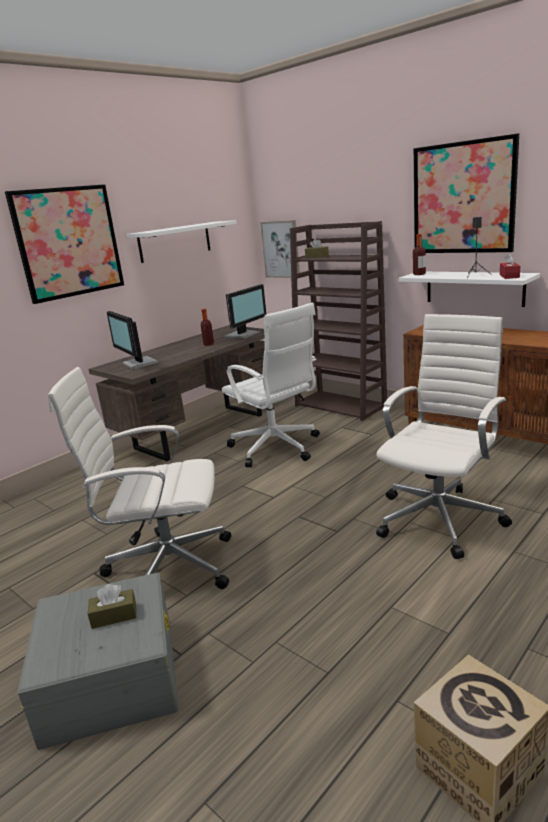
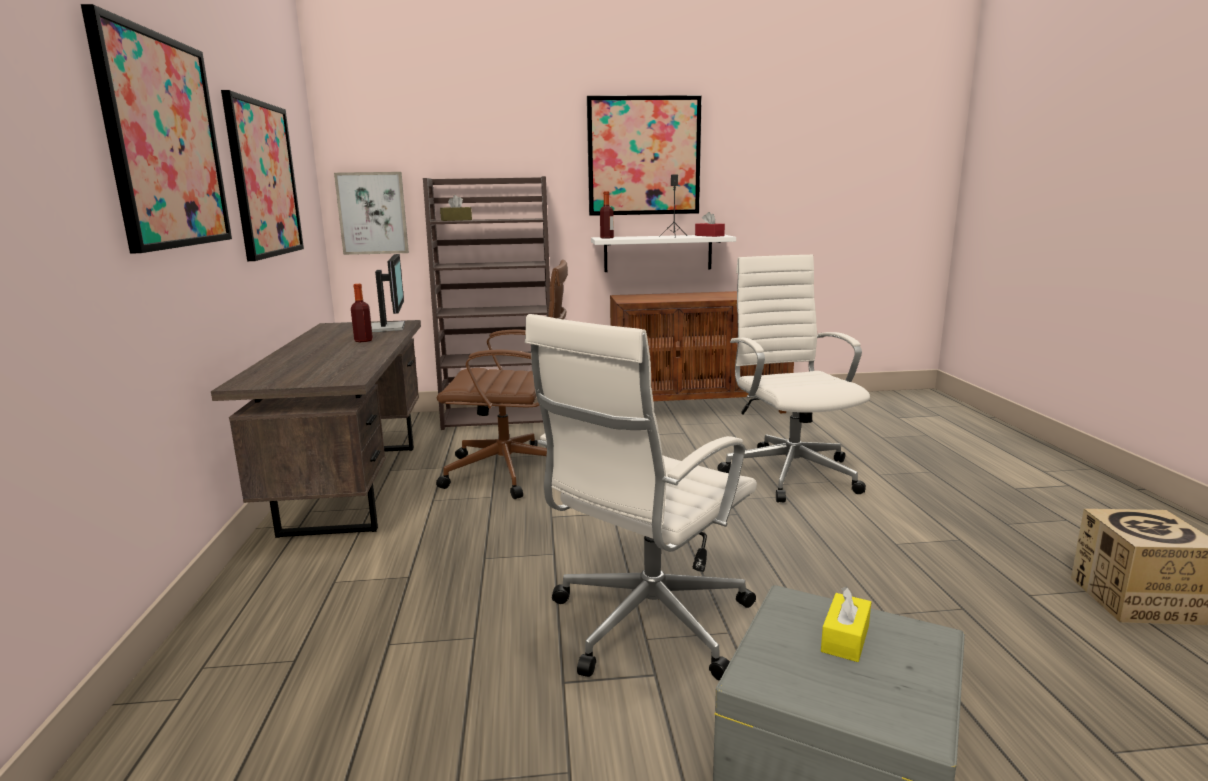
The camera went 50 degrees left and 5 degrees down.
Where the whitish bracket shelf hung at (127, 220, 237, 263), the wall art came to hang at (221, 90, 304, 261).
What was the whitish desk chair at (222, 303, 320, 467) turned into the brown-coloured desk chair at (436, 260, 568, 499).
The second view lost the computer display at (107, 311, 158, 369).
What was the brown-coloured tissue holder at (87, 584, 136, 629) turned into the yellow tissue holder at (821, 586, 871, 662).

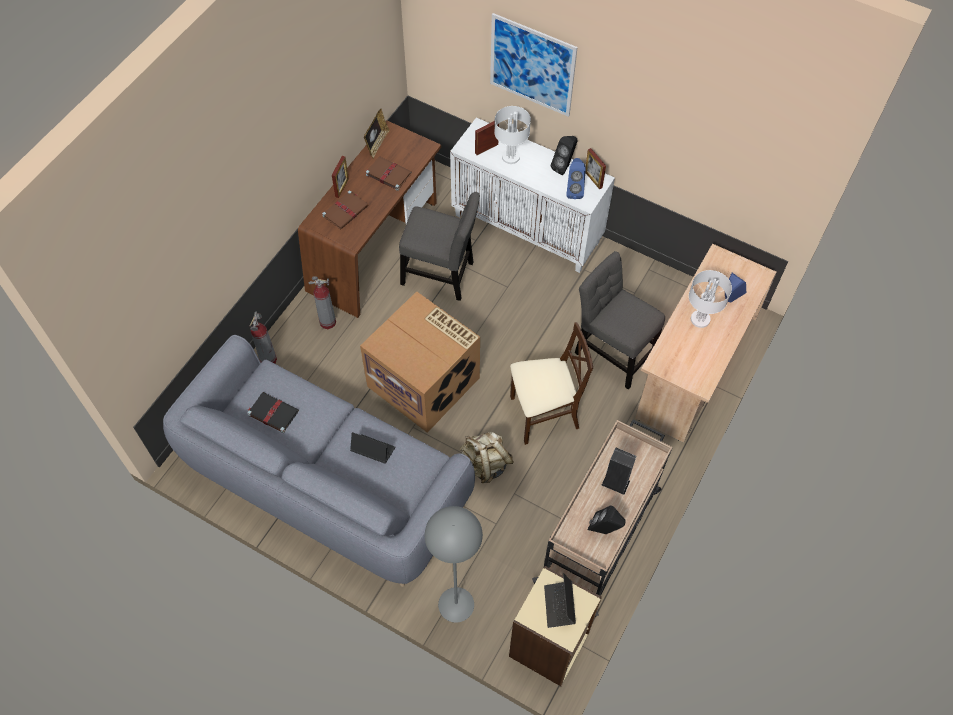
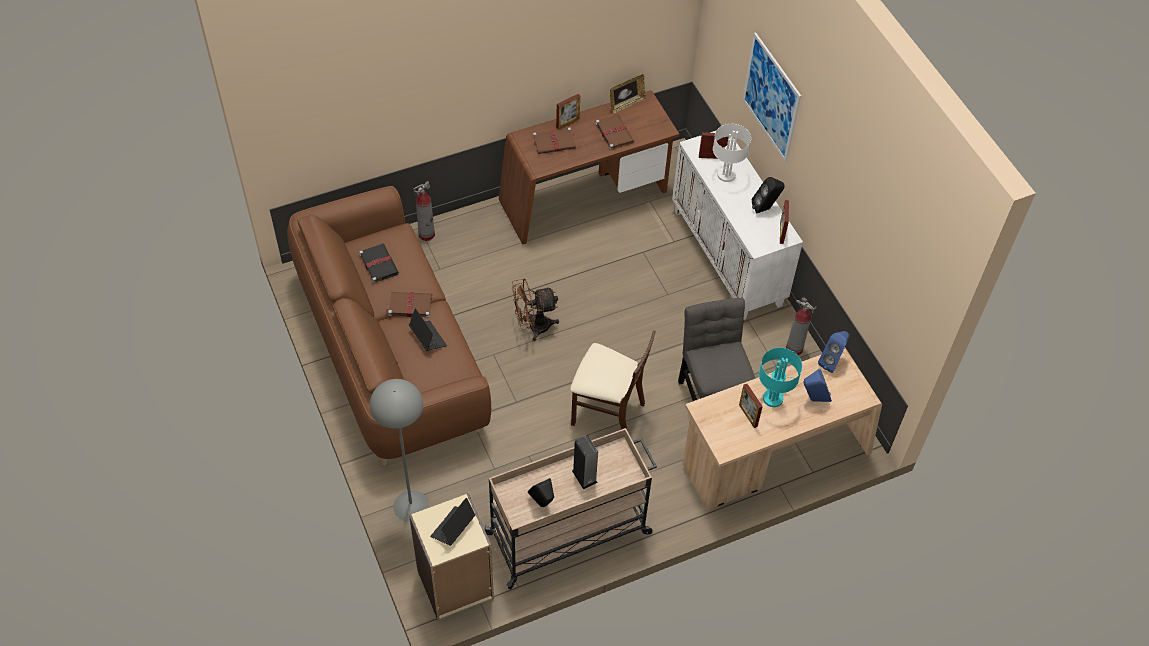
The camera went 35 degrees right and 5 degrees down.
The blue-coloured loudspeaker ended up elsewhere, having gone from (566, 158, 586, 199) to (818, 331, 850, 373).
The second view lost the greyish chair at (399, 192, 480, 301).
What was the whitish tabletop lamp at (689, 270, 732, 328) turned into the turquoise tabletop lamp at (759, 348, 802, 407).
The fire-fighting cylinder ended up elsewhere, having gone from (309, 276, 336, 329) to (786, 297, 816, 355).
Where the cardboard box stood at (360, 292, 480, 433), the brown-coloured electric fan came to stand at (512, 278, 559, 341).
What was the greyish sofa at (163, 335, 475, 587) turned into the brown-coloured sofa at (287, 186, 491, 466).
The second view lost the beige backpack at (460, 432, 514, 483).
The second view gained the brown-coloured bound book at (385, 292, 432, 318).
The second view gained the photo frame at (739, 384, 763, 428).

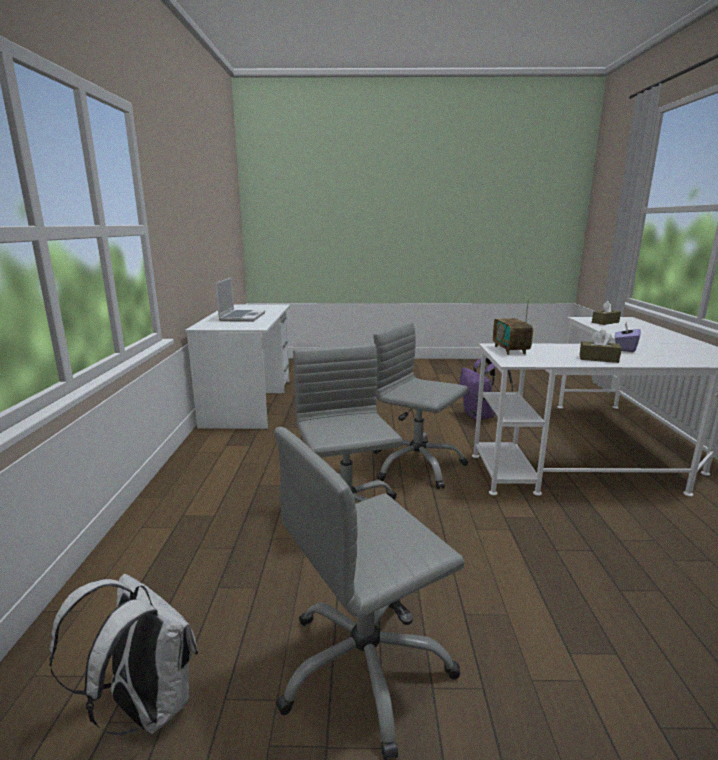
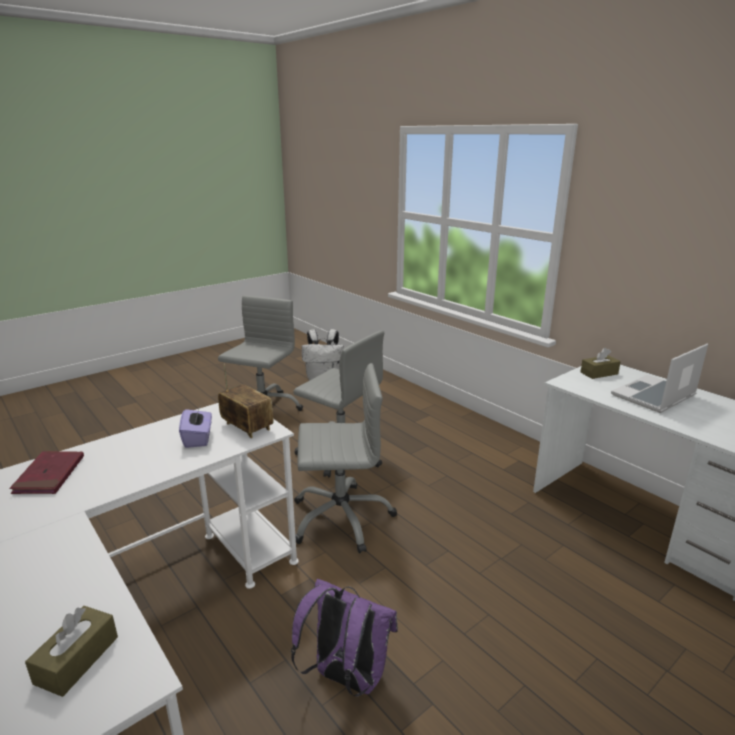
The camera went 140 degrees right and 5 degrees up.
The portable computer at (216, 277, 265, 322) ended up facing another way, 90 degrees clockwise from before.
The purplish tissue holder ended up elsewhere, having gone from (615, 322, 641, 352) to (179, 404, 212, 448).
The brown-coloured tissue holder ended up elsewhere, having gone from (579, 330, 622, 363) to (580, 348, 621, 379).
The second view gained the reddish bound book at (9, 451, 84, 494).

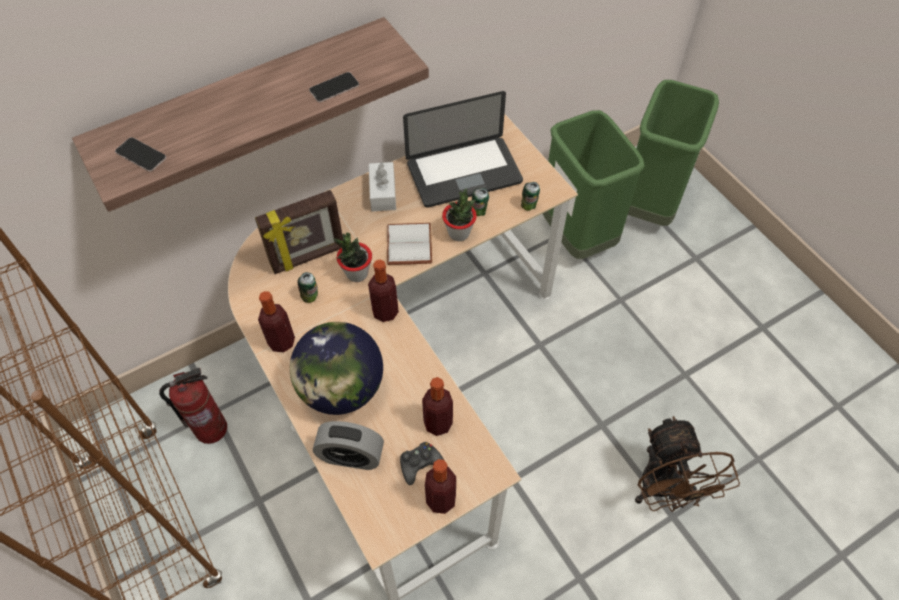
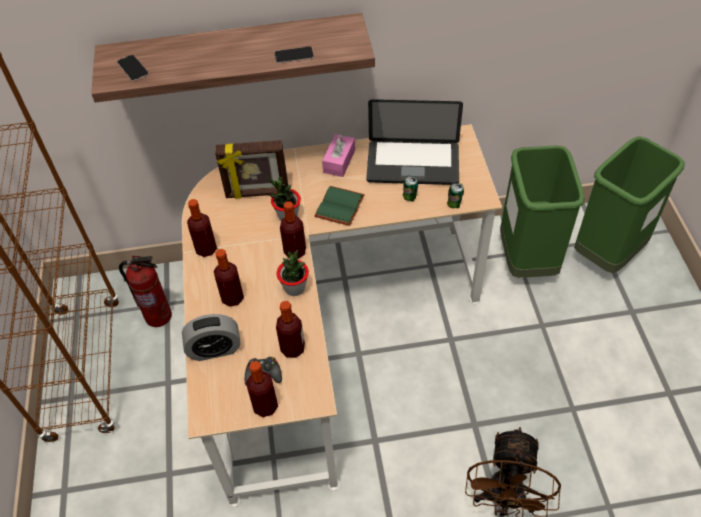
The camera went 25 degrees right and 5 degrees down.
What was the whitish tissue holder at (369, 162, 396, 211) turned into the pink tissue holder at (322, 134, 355, 177).
The potted plant ended up elsewhere, having gone from (442, 188, 477, 241) to (277, 250, 309, 296).
What was the whitish bound book at (387, 223, 432, 265) turned into the greenish bound book at (315, 186, 365, 226).
The second view lost the metal can at (298, 272, 318, 303).
Where the globe stood at (290, 322, 383, 415), the bottle came to stand at (214, 249, 244, 307).
The bedside clock at (313, 421, 384, 470) ended up facing another way, 45 degrees counterclockwise from before.

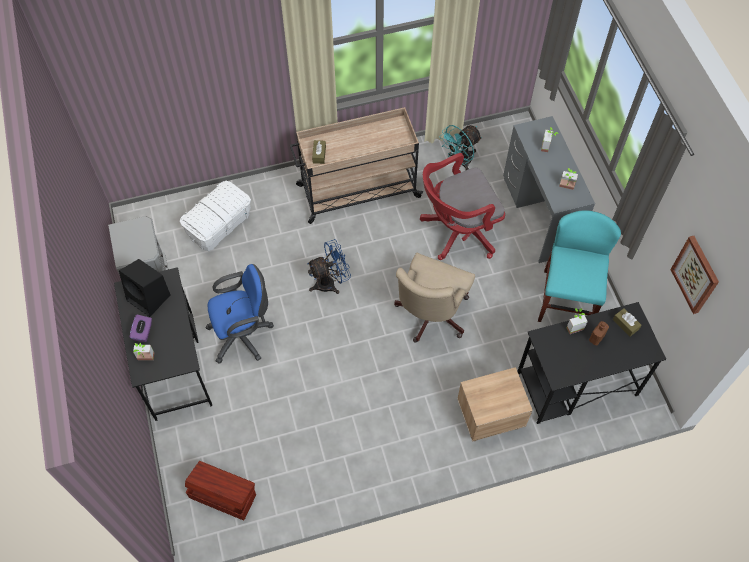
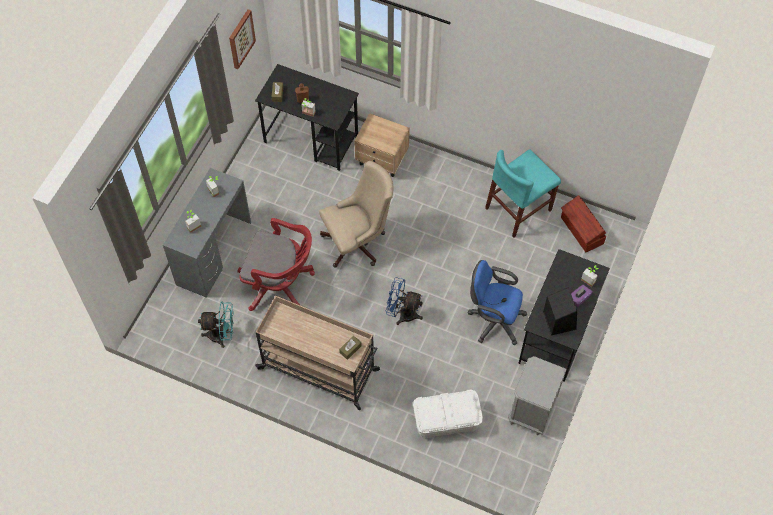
The camera went 140 degrees left and 0 degrees up.
The turquoise chair ended up elsewhere, having gone from (538, 210, 621, 322) to (485, 149, 561, 238).

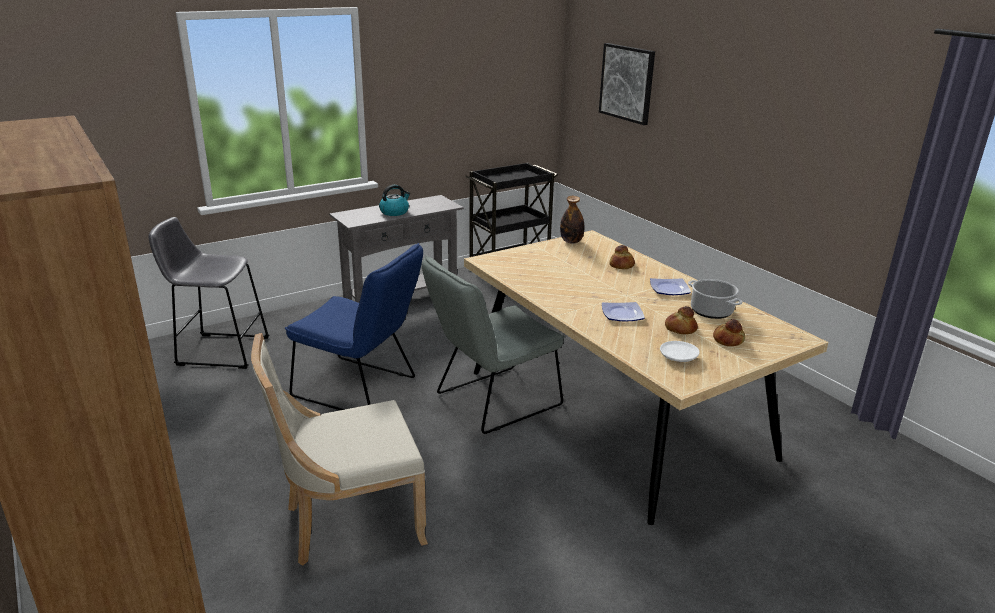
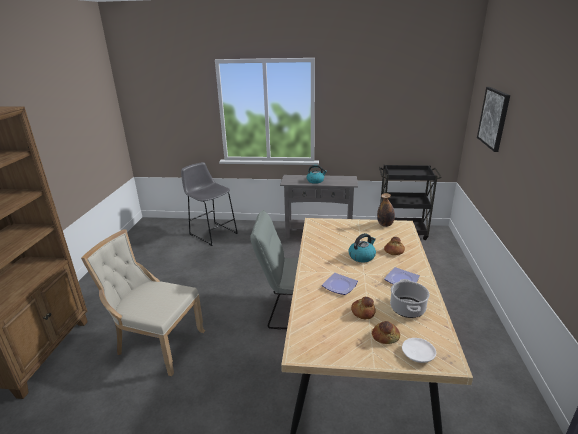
The camera went 40 degrees right and 0 degrees up.
The second view lost the blue-coloured chair at (285, 243, 423, 410).
The whitish plate ended up elsewhere, having gone from (660, 341, 700, 362) to (402, 338, 436, 363).
The second view gained the kettle at (349, 233, 376, 263).

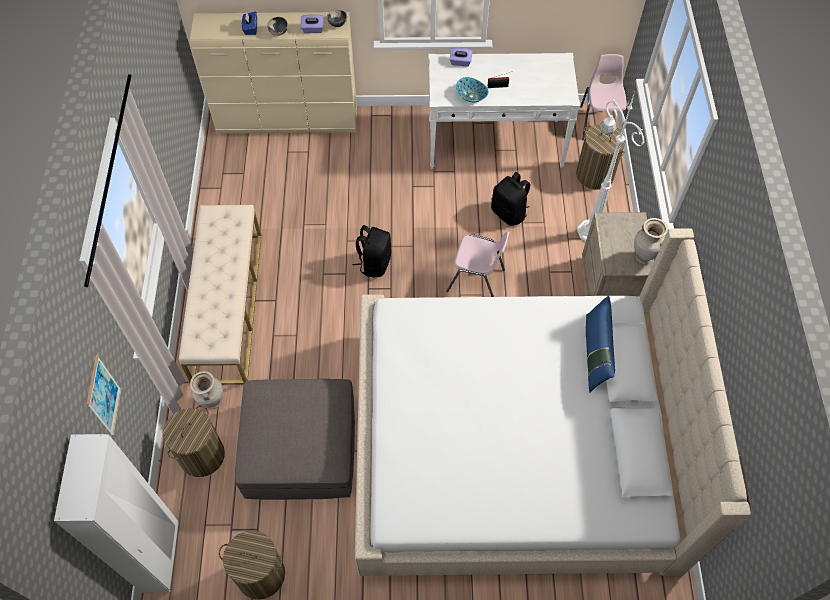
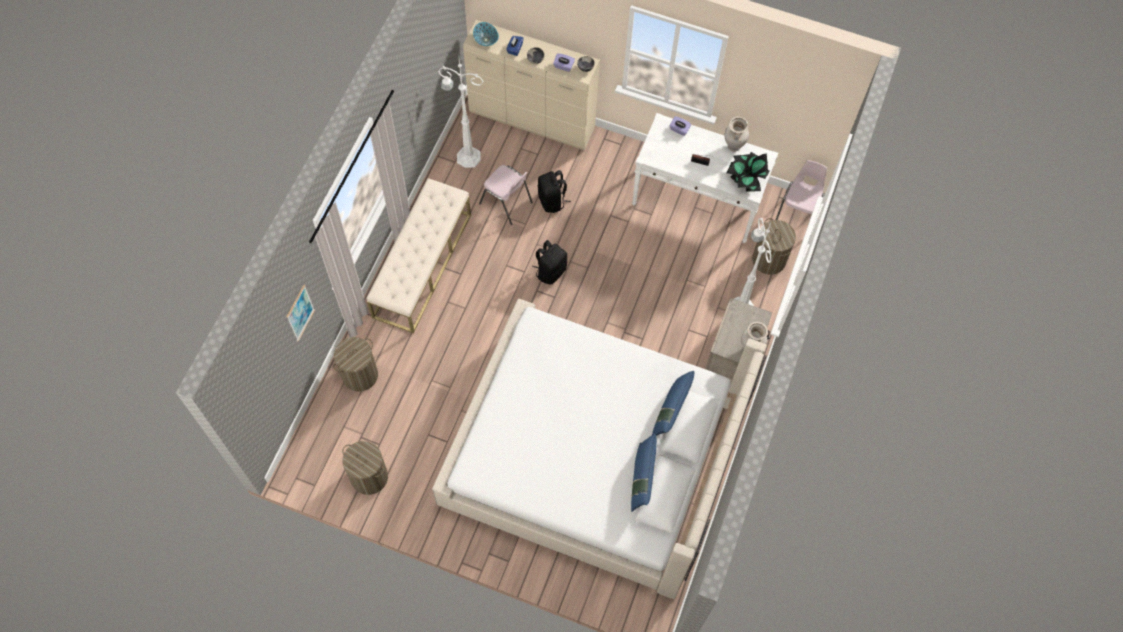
The camera went 20 degrees right and 5 degrees up.
The serving bowl ended up elsewhere, having gone from (456, 77, 489, 102) to (473, 22, 499, 46).
The black backpack ended up elsewhere, having gone from (491, 172, 530, 226) to (538, 170, 571, 213).
The pink chair ended up elsewhere, having gone from (446, 231, 509, 297) to (479, 165, 533, 225).
The beige flower vase ended up elsewhere, having gone from (190, 371, 223, 409) to (724, 117, 749, 152).
The second view lost the greyish footrest at (235, 379, 355, 500).
The second view lost the whitish clothes cupboard at (54, 434, 179, 593).
The second view gained the whitish standard lamp at (438, 58, 484, 168).
The second view gained the potted plant at (726, 152, 770, 192).
The second view gained the blue-coloured cushion at (631, 434, 657, 512).

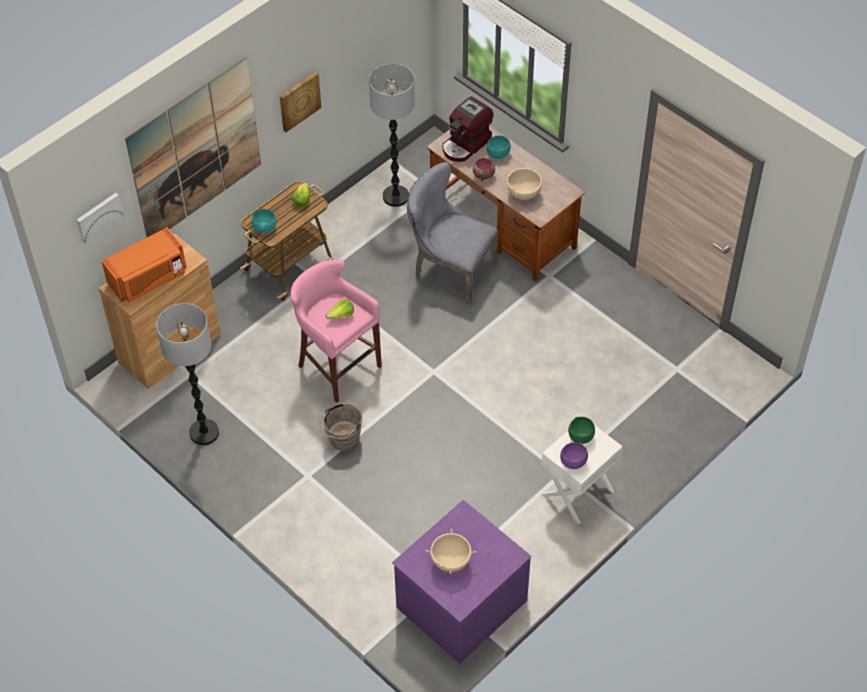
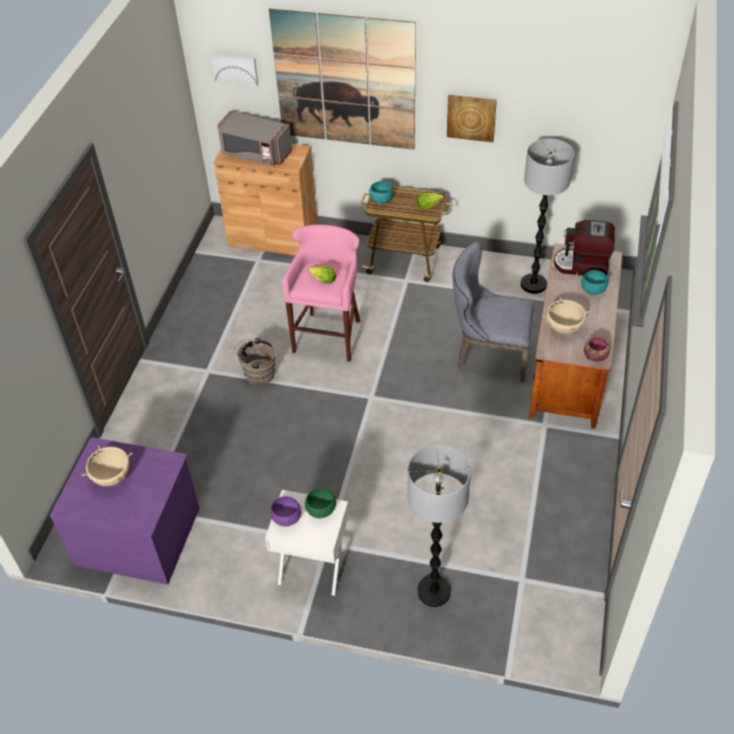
The camera went 60 degrees right and 5 degrees down.
The serving bowl ended up elsewhere, having gone from (473, 158, 495, 181) to (584, 337, 610, 362).
The greyish chair at (407, 162, 498, 304) ended up facing another way, 75 degrees counterclockwise from before.
What was the orange microwave oven at (101, 227, 186, 302) turned into the greyish microwave oven at (217, 111, 292, 166).
The standard lamp ended up elsewhere, having gone from (156, 303, 219, 445) to (408, 445, 471, 607).

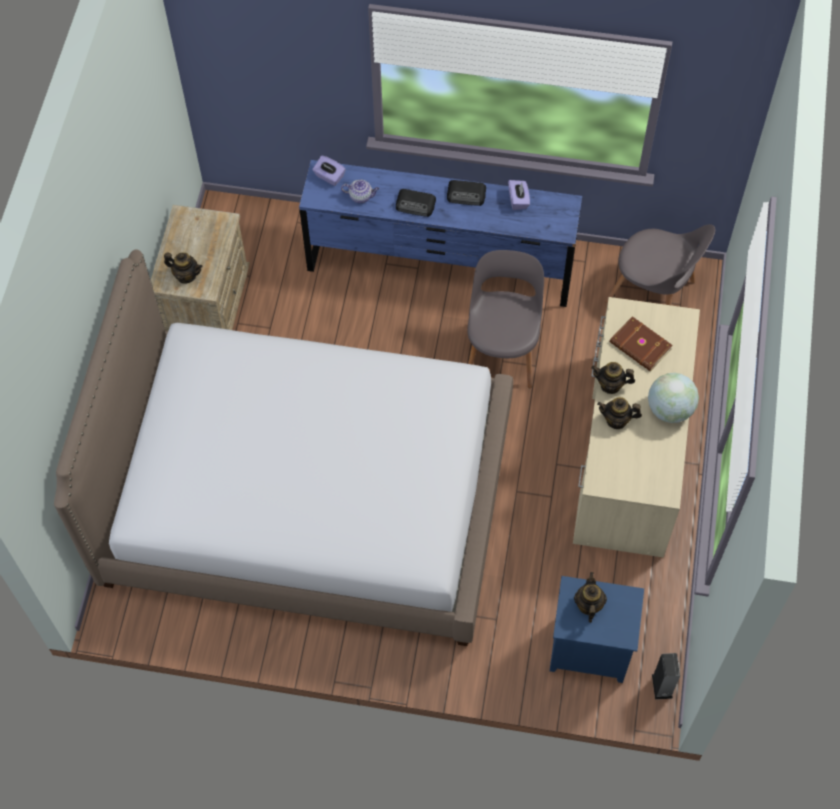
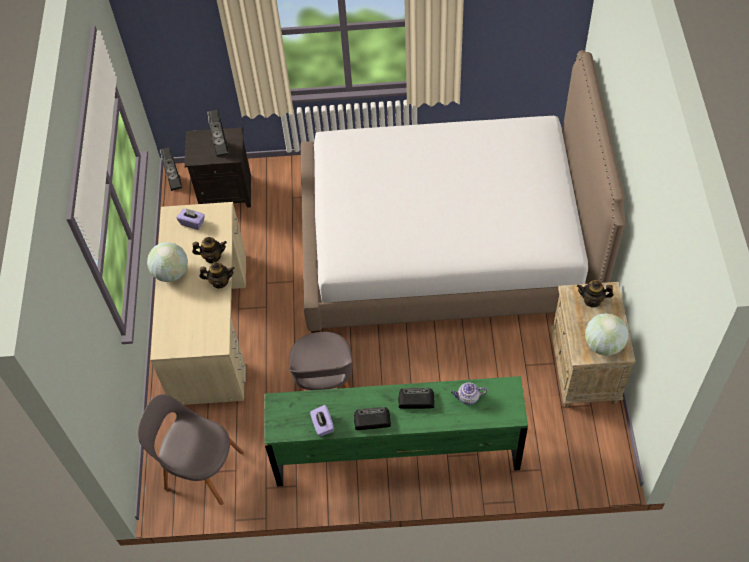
The camera went 170 degrees right and 5 degrees down.
The purplish tissue holder ended up elsewhere, having gone from (313, 156, 346, 186) to (176, 208, 205, 230).
What was the blue-coloured drawer chest at (299, 160, 582, 307) turned into the greenish drawer chest at (264, 376, 528, 487).
The second view lost the brown-coloured bound book at (610, 316, 673, 371).
Where the pot for tea stood at (574, 572, 607, 623), the loudspeaker came to stand at (207, 110, 229, 157).
What was the blue-coloured night table at (550, 576, 644, 683) turned into the black night table at (185, 127, 251, 208).
The second view gained the globe at (585, 313, 628, 356).

